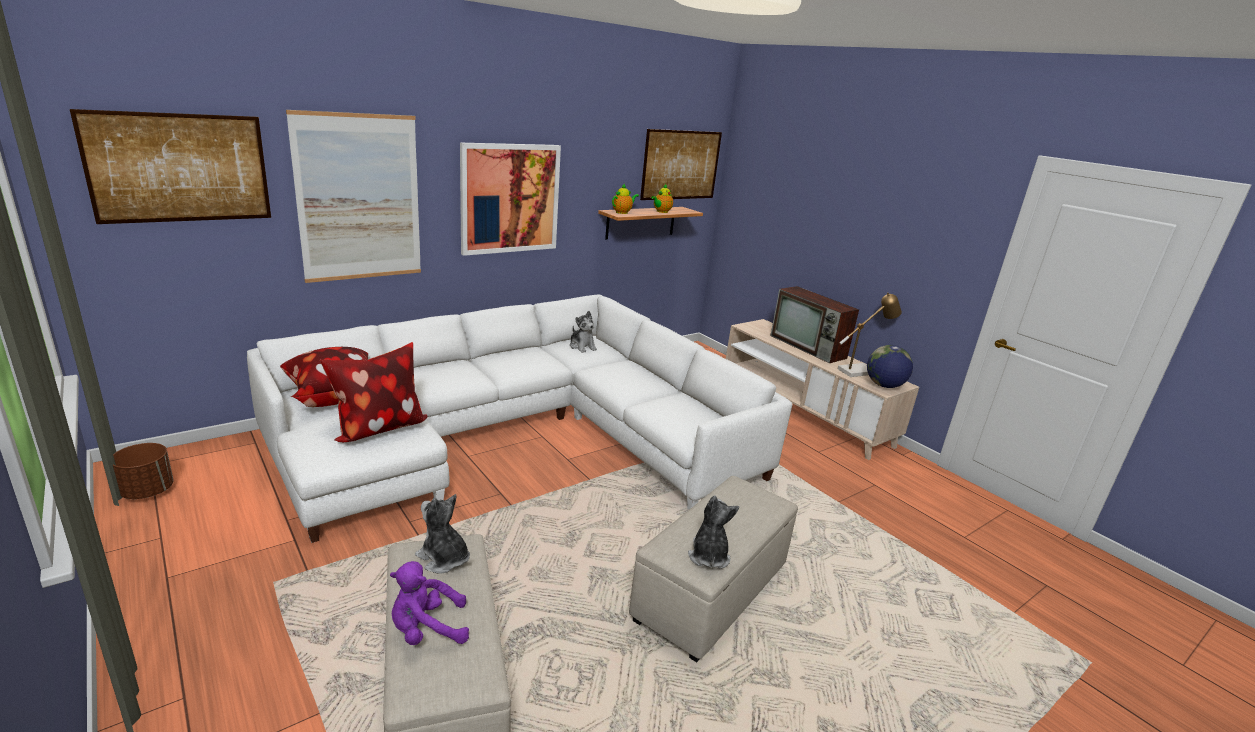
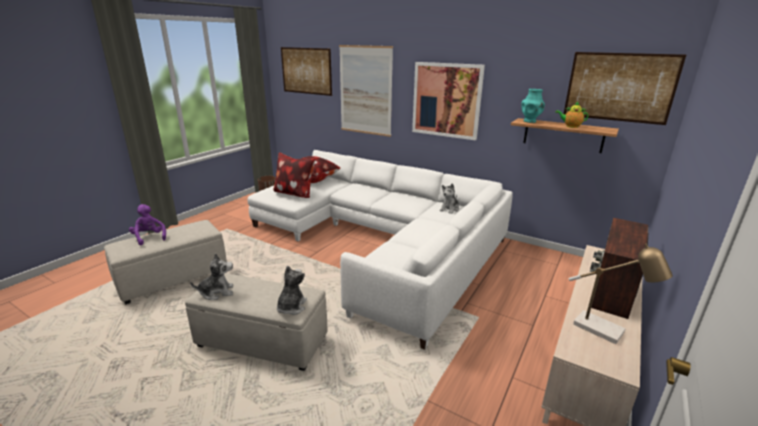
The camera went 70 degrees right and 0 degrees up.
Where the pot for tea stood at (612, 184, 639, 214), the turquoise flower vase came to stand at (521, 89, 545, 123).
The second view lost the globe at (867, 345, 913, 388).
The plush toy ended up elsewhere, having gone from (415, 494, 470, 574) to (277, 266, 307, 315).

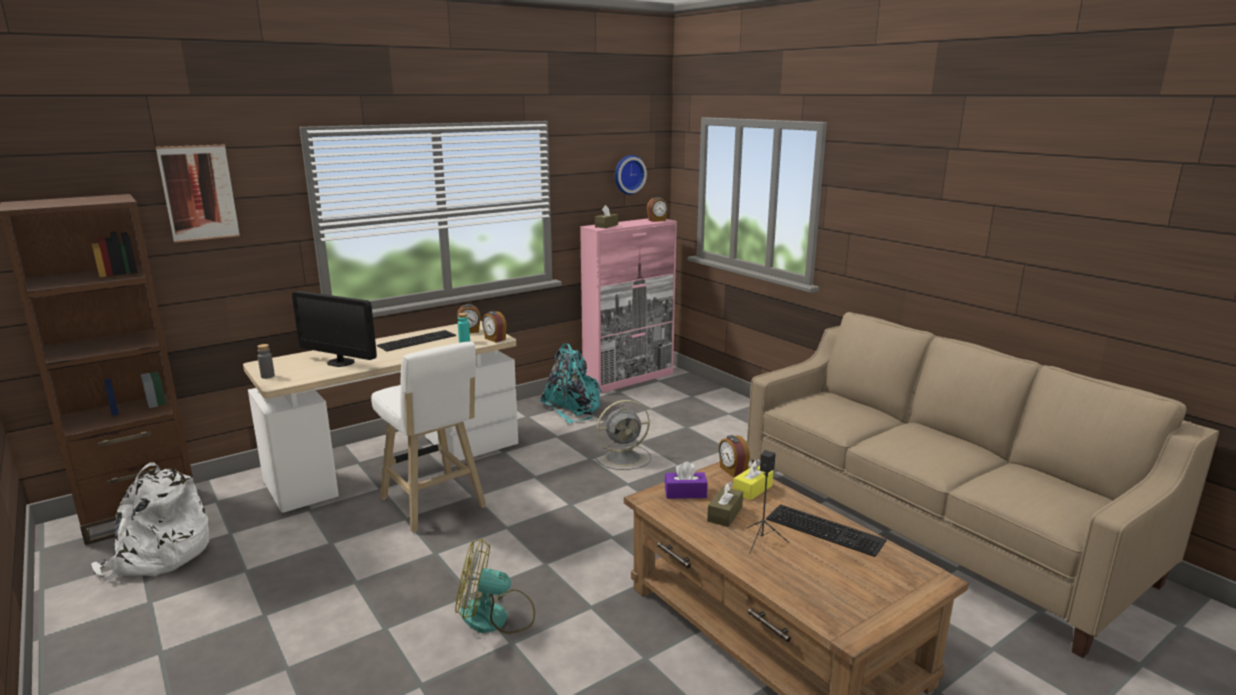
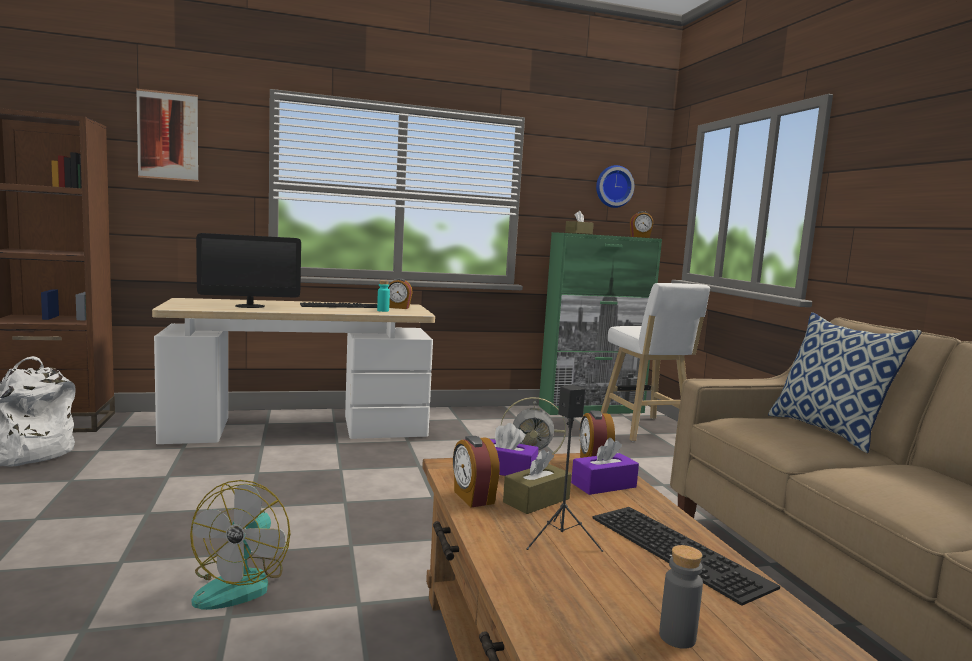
The camera went 20 degrees right and 10 degrees down.
What was the pink cabinet at (580, 218, 677, 393) turned into the greenish cabinet at (539, 232, 662, 415).
The computer display at (292, 291, 377, 367) ended up facing another way, 60 degrees counterclockwise from before.
The bedside clock ended up elsewhere, having gone from (482, 311, 507, 342) to (453, 436, 500, 508).
The whitish stool seat ended up elsewhere, having gone from (371, 342, 486, 533) to (601, 283, 710, 442).
The second view lost the turquoise backpack at (540, 343, 603, 423).
The greyish bottle ended up elsewhere, having gone from (257, 344, 275, 379) to (659, 545, 703, 649).
What was the yellow tissue holder at (733, 459, 773, 500) turned into the purplish tissue holder at (571, 438, 639, 495).
The electric fan at (455, 539, 535, 634) ended up facing another way, 105 degrees counterclockwise from before.
The second view gained the cushion at (768, 312, 922, 453).

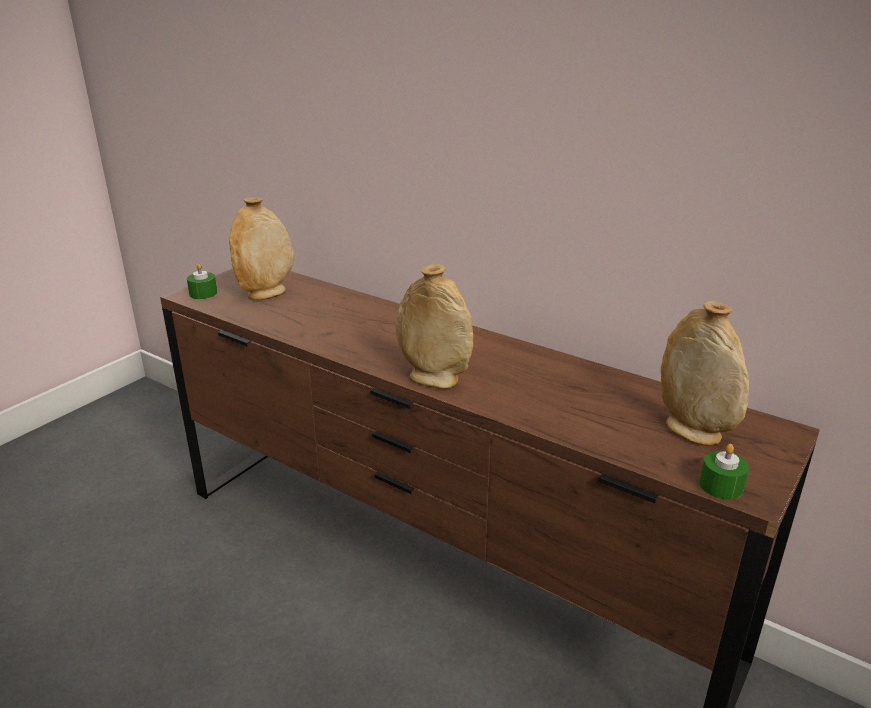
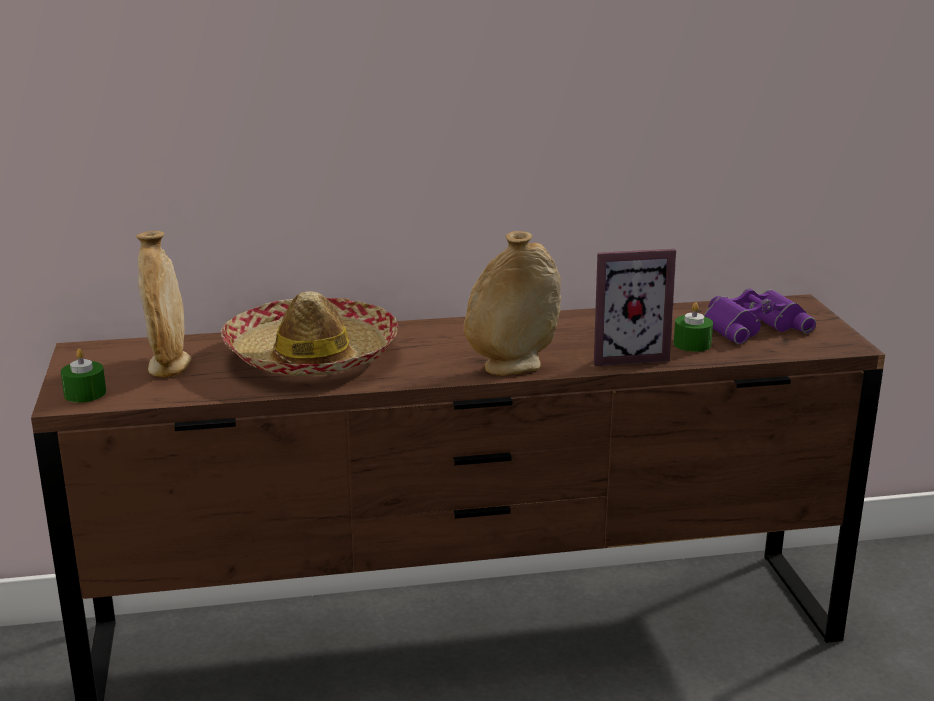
The camera went 45 degrees left and 5 degrees down.
Where the beige flower vase stood at (661, 301, 750, 446), the purplish field glasses came to stand at (704, 288, 816, 344).
The greenish wax light ended up elsewhere, having gone from (700, 444, 749, 499) to (674, 302, 713, 352).
The second view gained the photo frame at (594, 249, 676, 366).
The second view gained the wearable hat at (221, 291, 398, 376).

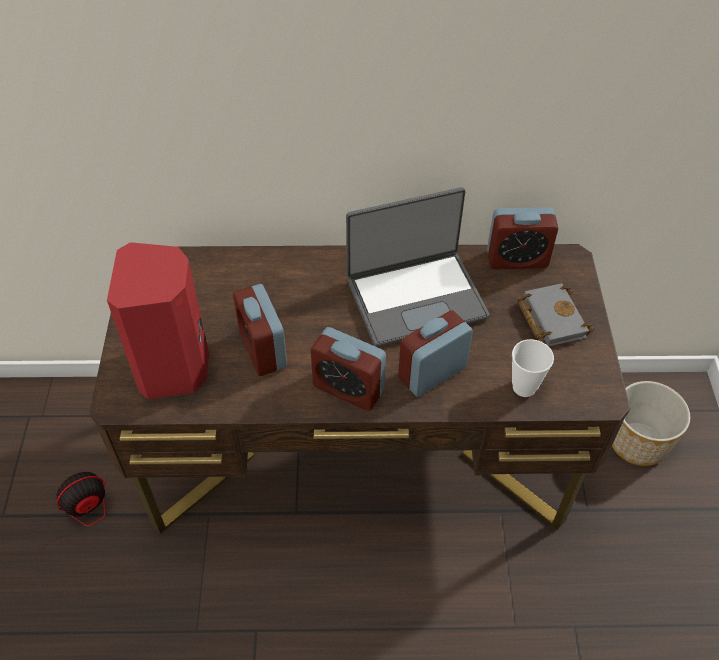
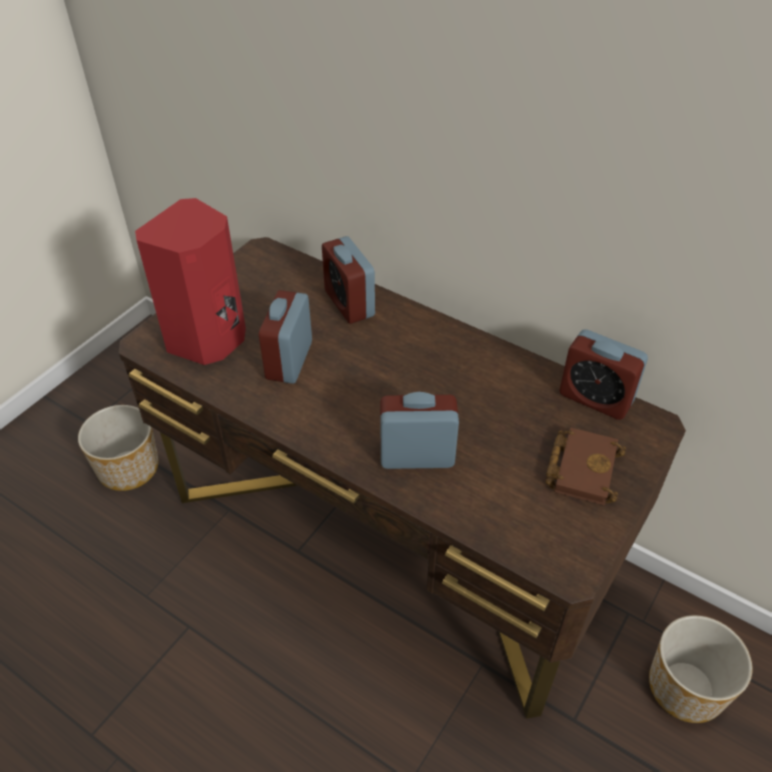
The camera went 35 degrees right and 5 degrees down.
The second view lost the portable computer at (346, 187, 490, 347).
What was the greyish bound book at (517, 283, 594, 347) turned into the brown-coloured bound book at (545, 428, 626, 505).
The bedside clock ended up elsewhere, having gone from (311, 327, 386, 411) to (322, 236, 375, 324).
The second view lost the small cup at (512, 339, 554, 397).
Where the electric fan stood at (35, 472, 112, 613), the plant pot came to stand at (78, 405, 159, 491).

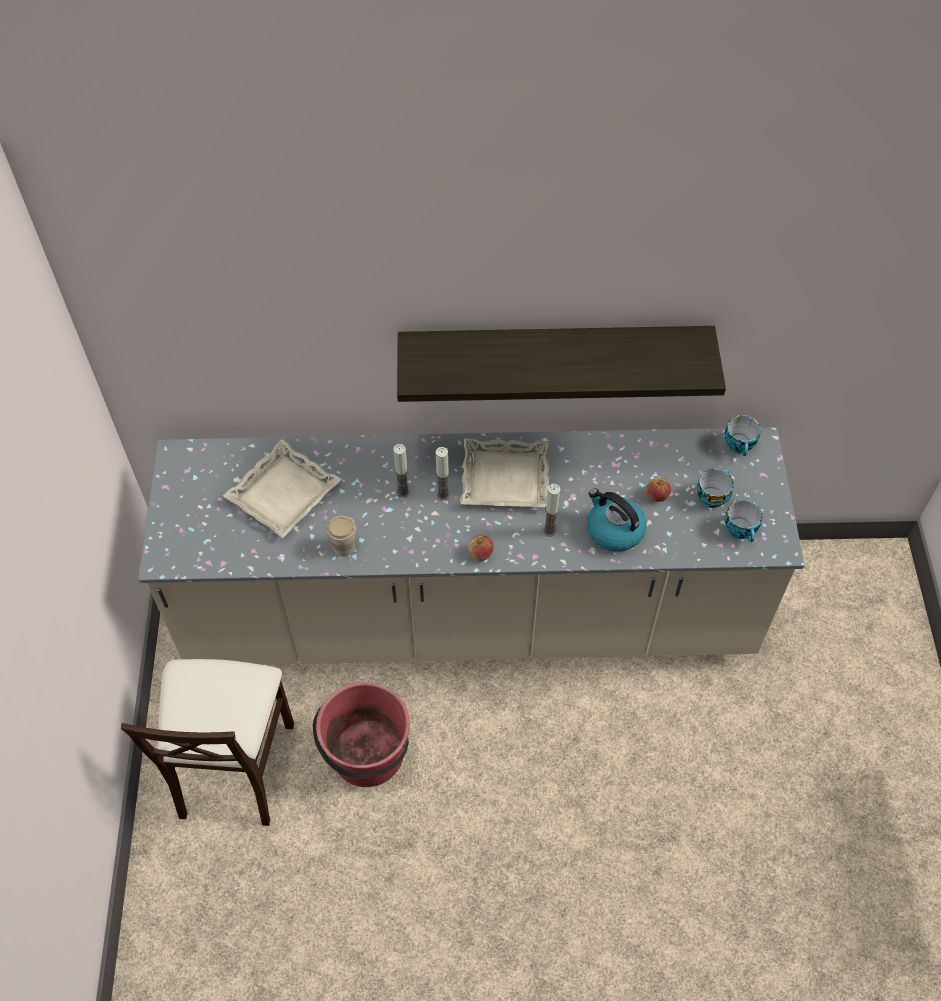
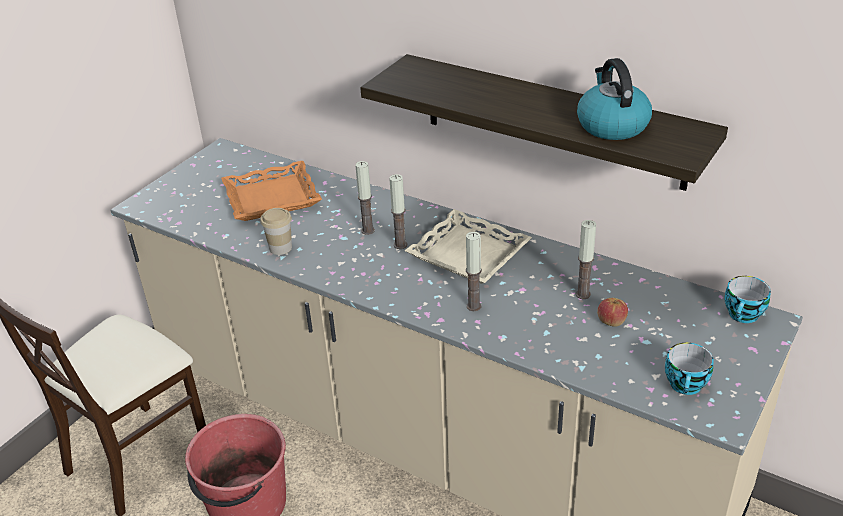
The camera went 35 degrees right and 20 degrees down.
What was the beige carrying tray at (223, 439, 341, 538) turned into the orange carrying tray at (221, 161, 322, 221).
The second view lost the small cup at (697, 469, 734, 508).
The kettle ended up elsewhere, having gone from (587, 489, 647, 552) to (577, 58, 652, 140).
The second view lost the apple at (468, 535, 494, 561).
The second view gained the wax light at (576, 220, 596, 299).

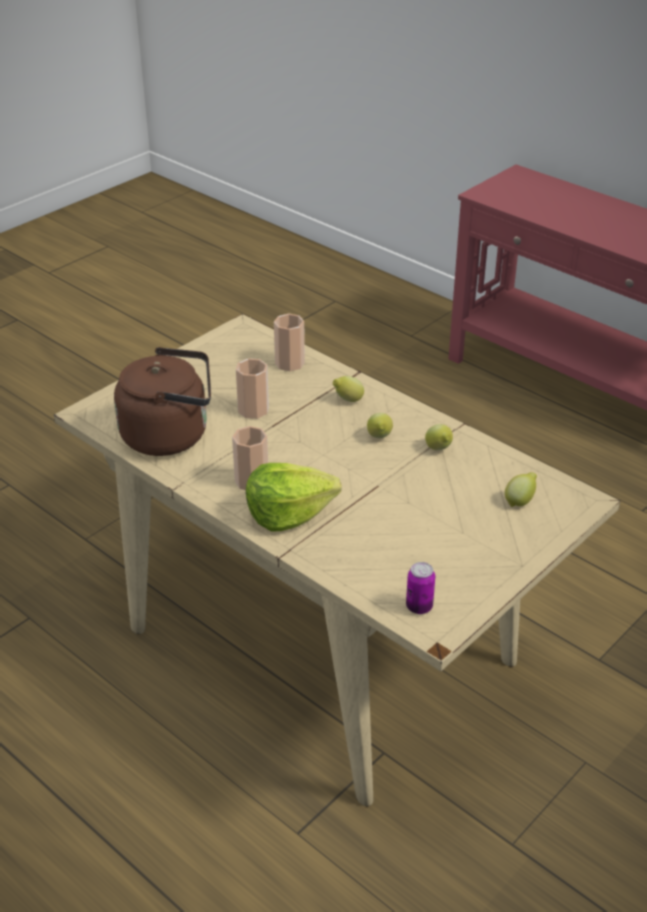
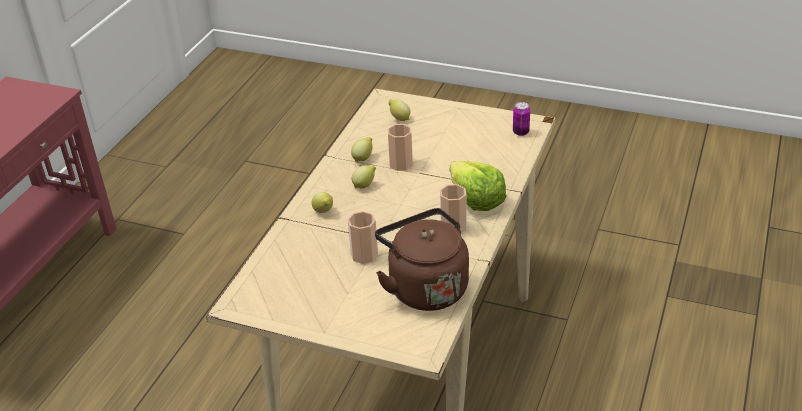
The camera went 110 degrees left and 0 degrees up.
The small cup ended up elsewhere, having gone from (274, 314, 305, 371) to (388, 124, 413, 171).

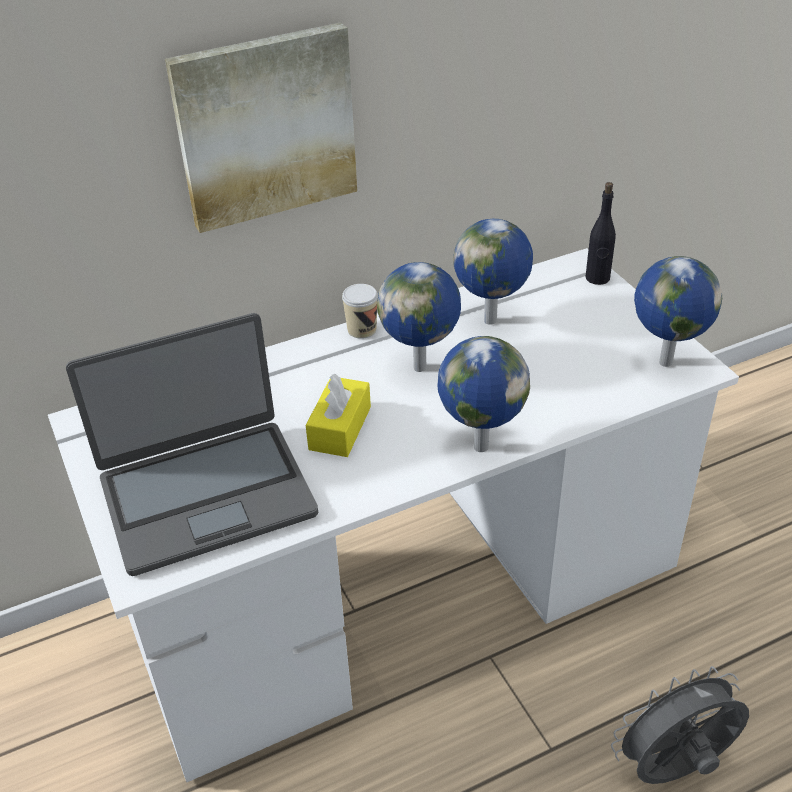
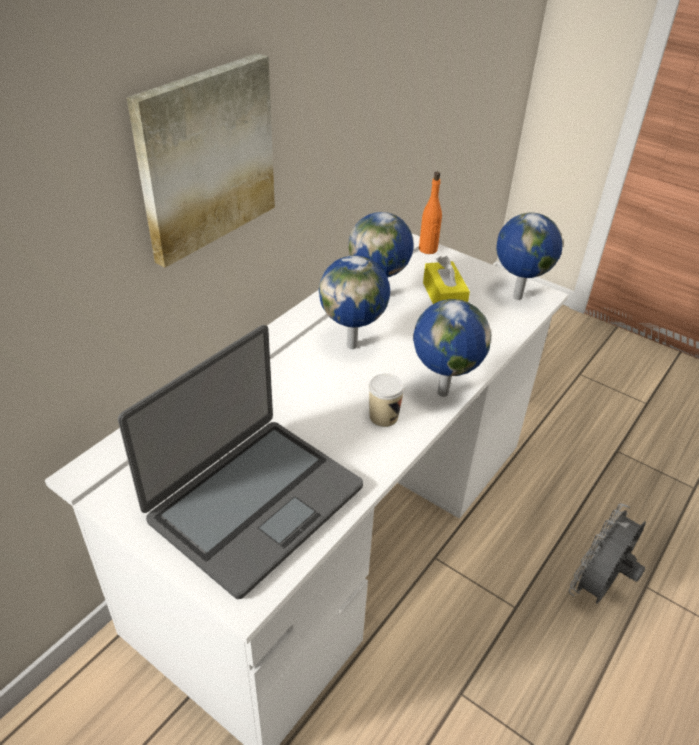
The camera went 30 degrees left and 0 degrees up.
What was the black bottle at (585, 182, 616, 285) turned into the orange bottle at (419, 172, 442, 254).
The small cup ended up elsewhere, having gone from (342, 284, 378, 339) to (369, 373, 404, 427).
The yellow tissue holder ended up elsewhere, having gone from (306, 374, 371, 457) to (423, 256, 470, 304).

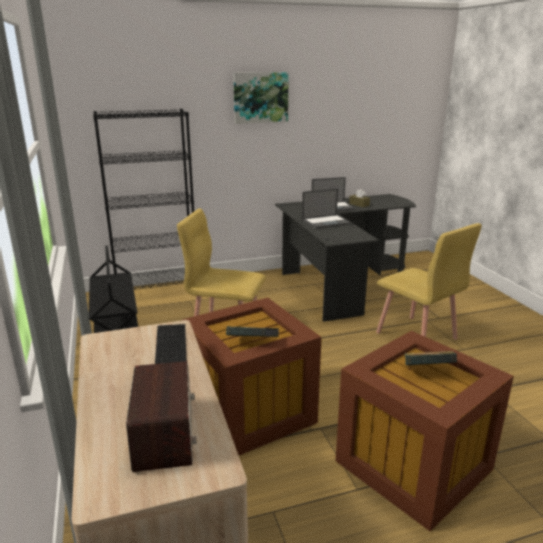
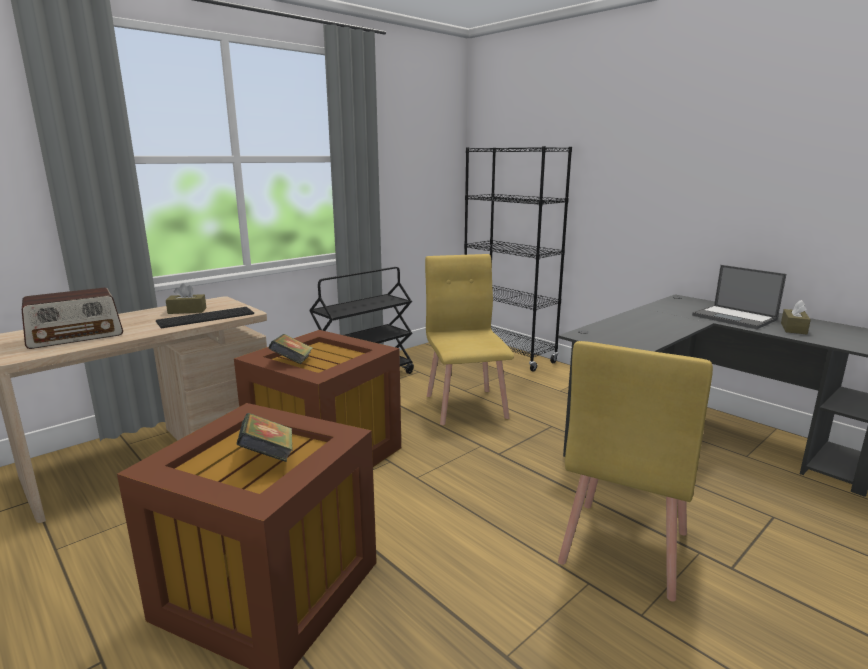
The camera went 65 degrees right and 5 degrees down.
The second view lost the wall art at (233, 72, 289, 124).
The second view lost the portable computer at (302, 188, 351, 229).
The second view gained the brown-coloured tissue holder at (166, 283, 206, 314).

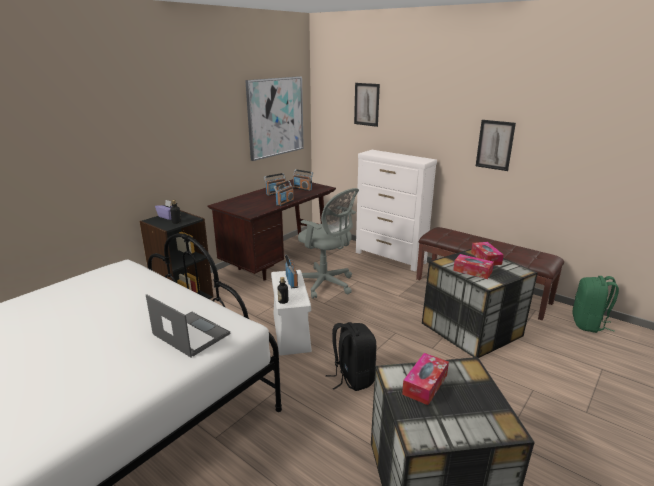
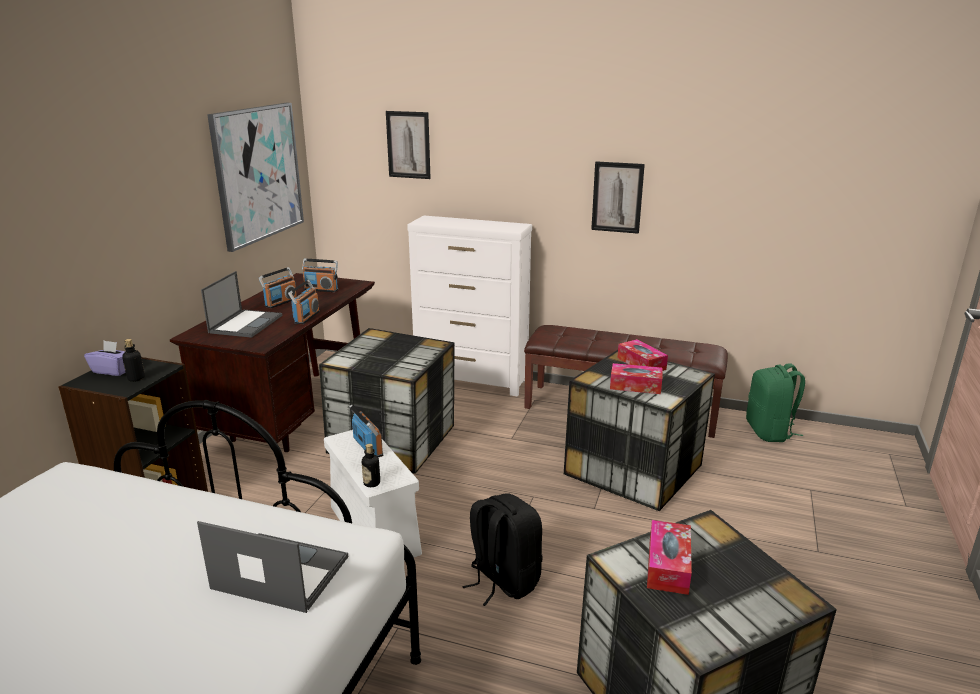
The camera went 20 degrees left and 0 degrees up.
Where the greyish desk chair stood at (298, 188, 359, 299), the storage bin came to stand at (319, 328, 455, 474).
The second view gained the portable computer at (201, 271, 282, 338).

